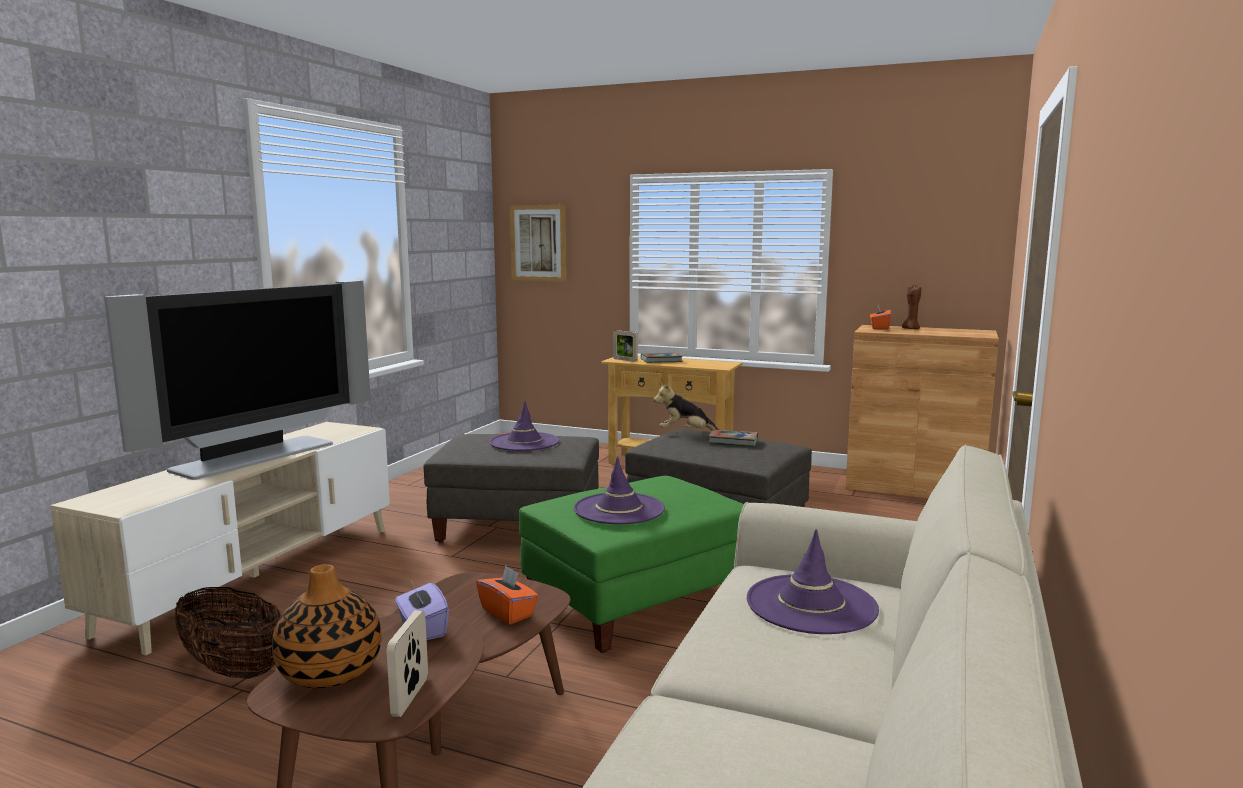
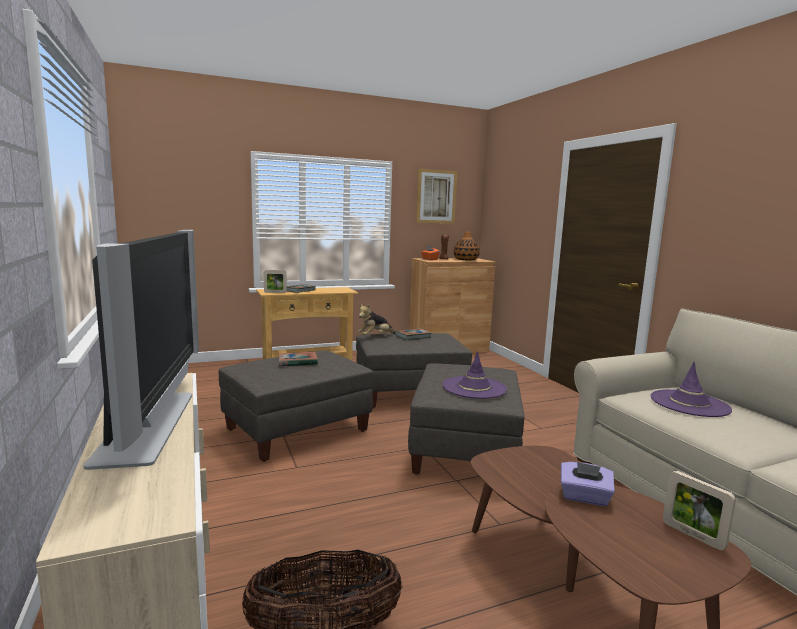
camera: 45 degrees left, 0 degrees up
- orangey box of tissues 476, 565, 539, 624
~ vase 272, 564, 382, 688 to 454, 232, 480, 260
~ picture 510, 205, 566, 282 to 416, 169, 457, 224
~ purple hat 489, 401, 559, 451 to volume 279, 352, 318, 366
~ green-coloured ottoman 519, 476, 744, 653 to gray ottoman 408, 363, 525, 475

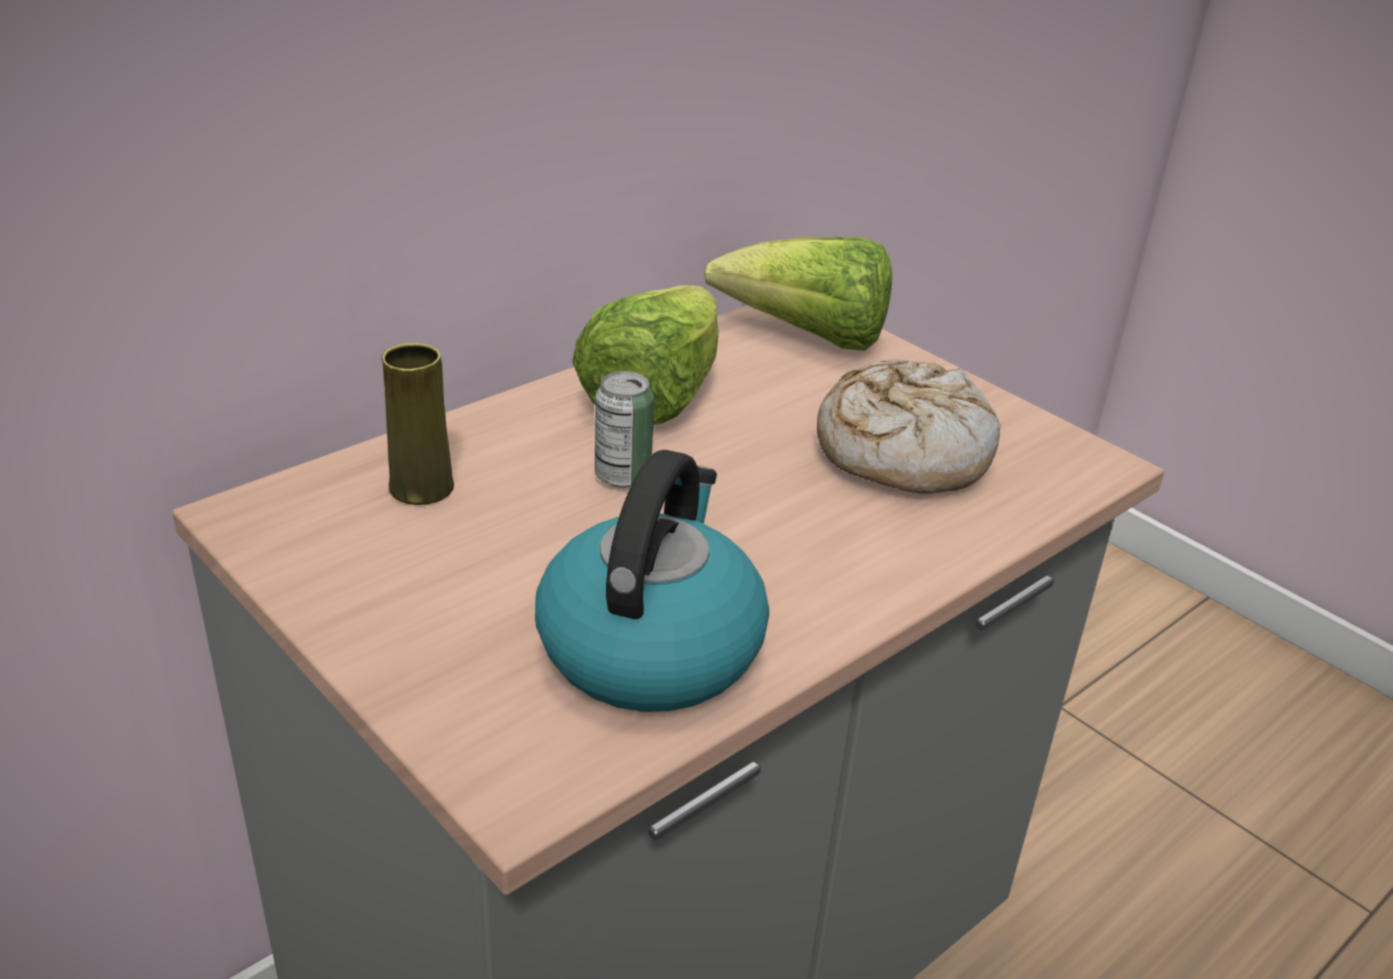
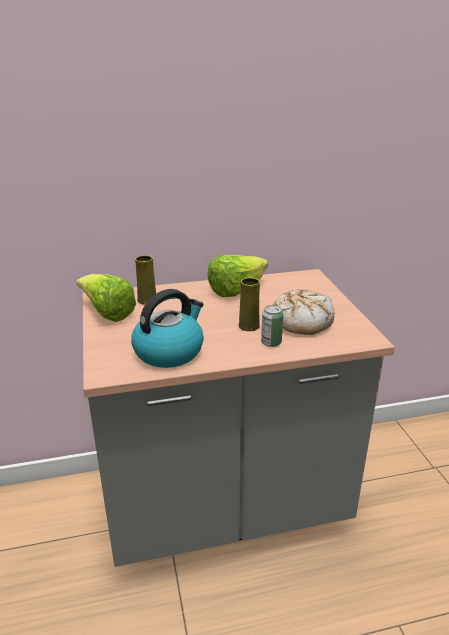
camera: 30 degrees right, 5 degrees down
+ yellow vase 238, 277, 260, 331
~ metal can 595, 371, 654, 488 to 261, 305, 283, 347
~ lettuce head 704, 237, 892, 351 to 76, 274, 136, 322

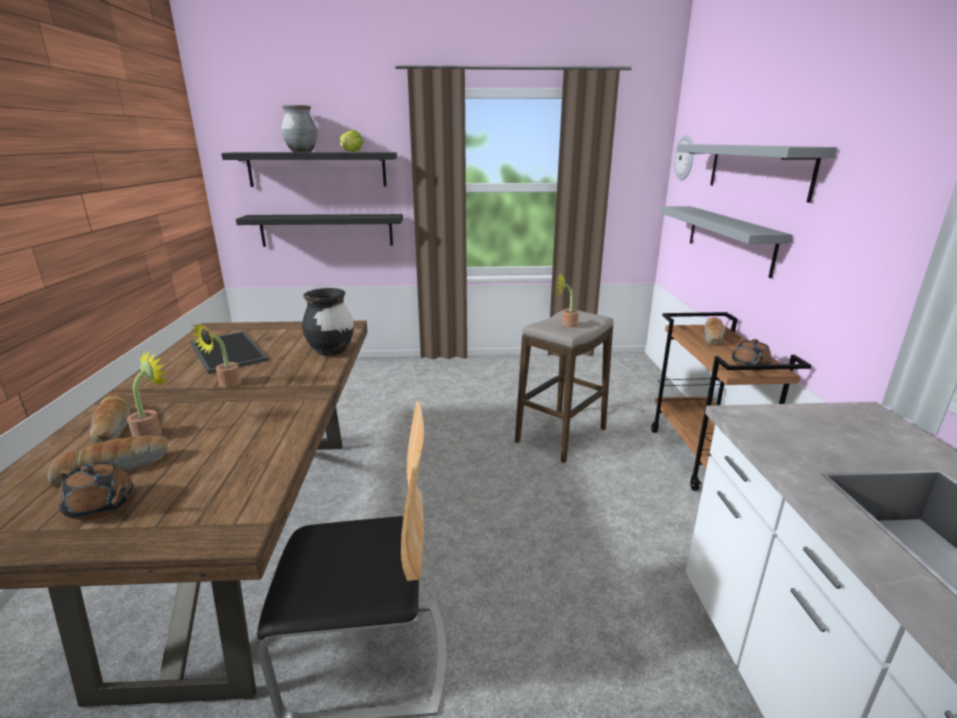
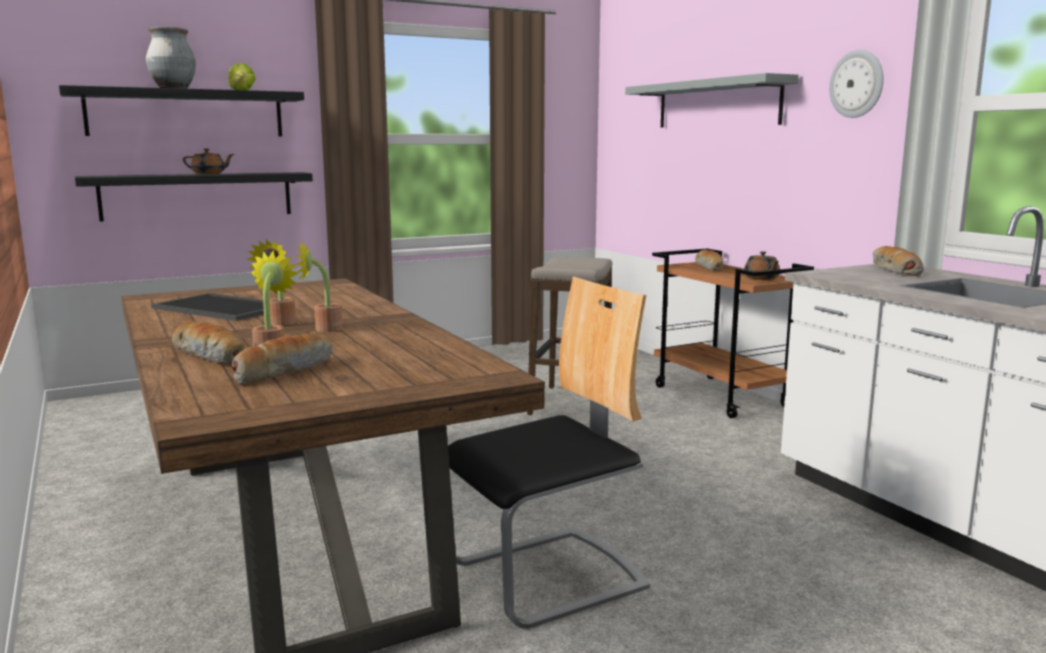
camera: 25 degrees left, 10 degrees down
- blackish vase 302, 288, 354, 356
- gray shelf 660, 206, 793, 278
+ bread 873, 246, 924, 276
~ brown-coloured pot for tea 58, 462, 134, 520 to 183, 149, 234, 174
~ potted plant 555, 273, 579, 328 to 296, 242, 343, 332
~ hanging clock 674, 135, 693, 180 to 829, 50, 884, 118

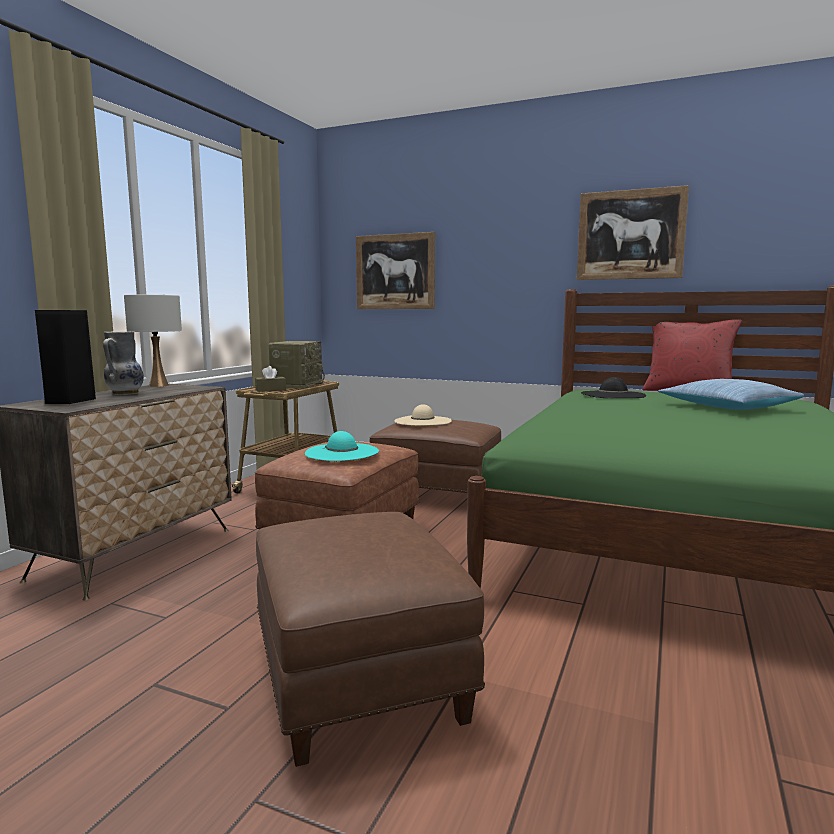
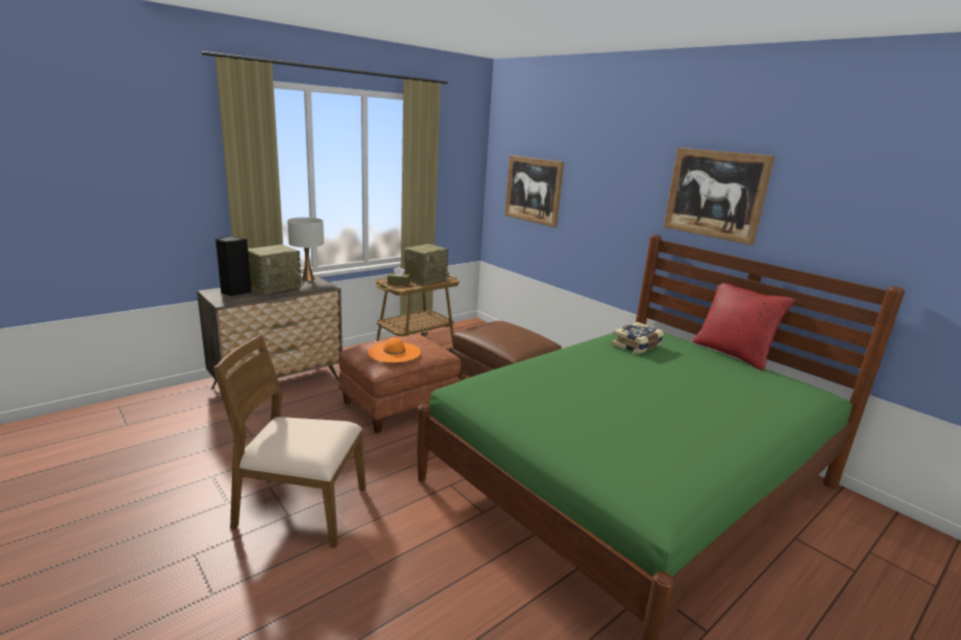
camera: 25 degrees right, 10 degrees up
- beige-coloured hat 394, 404, 452, 426
- pillow 658, 379, 804, 410
~ vase 103, 331, 144, 395 to radio 248, 244, 304, 295
~ brown-coloured ottoman 256, 512, 485, 767 to brown-coloured plain chair 213, 335, 366, 548
~ blackish hat 581, 377, 646, 398 to volume 612, 322, 664, 354
~ turquoise hat 305, 431, 379, 461 to orangey hat 368, 337, 421, 363

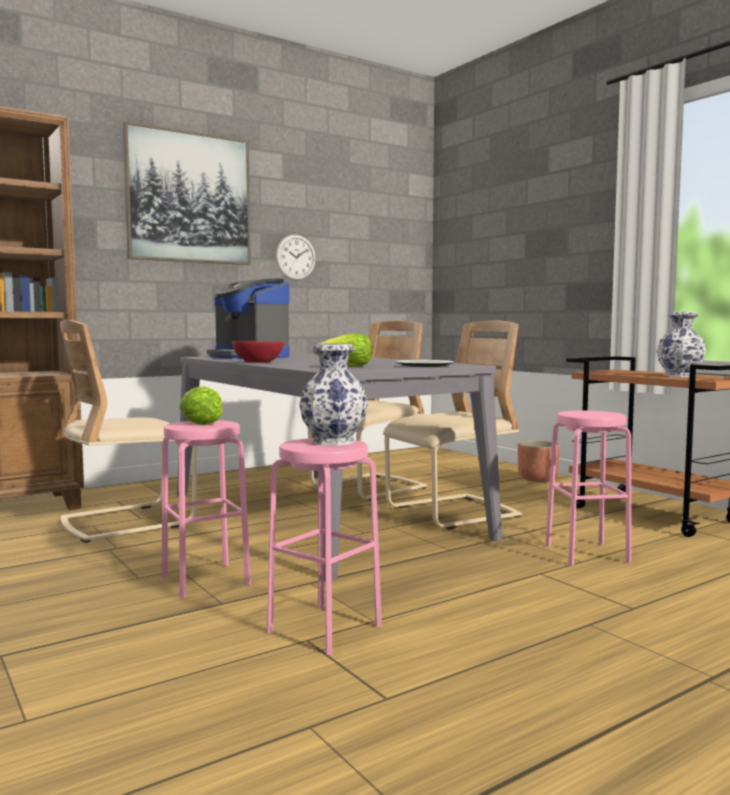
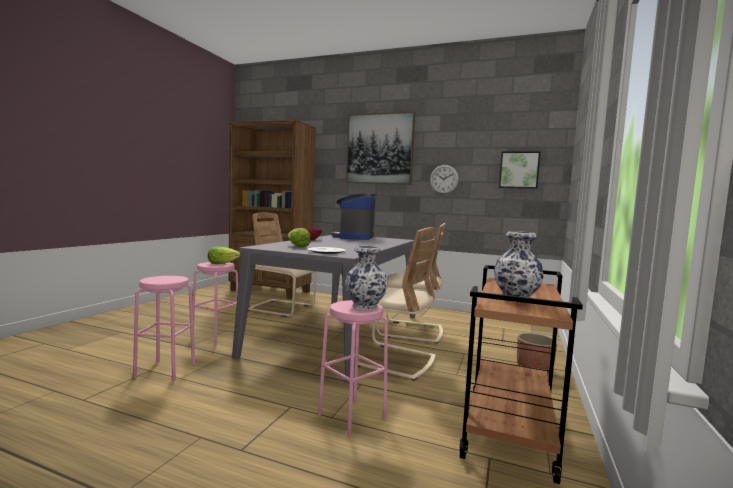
camera: 55 degrees right, 0 degrees up
+ picture 499, 151, 541, 189
~ vase 299, 343, 368, 446 to 345, 246, 388, 311

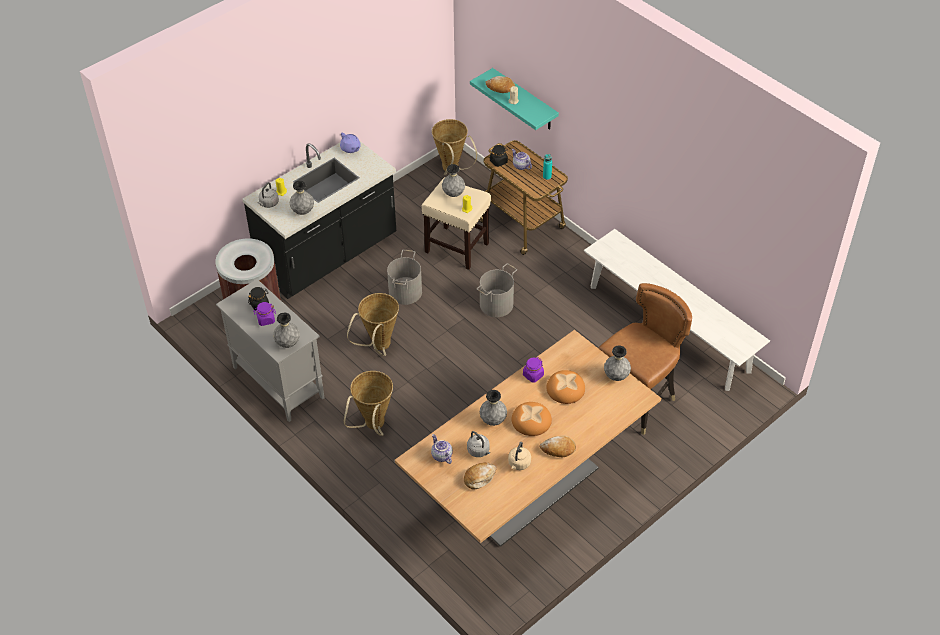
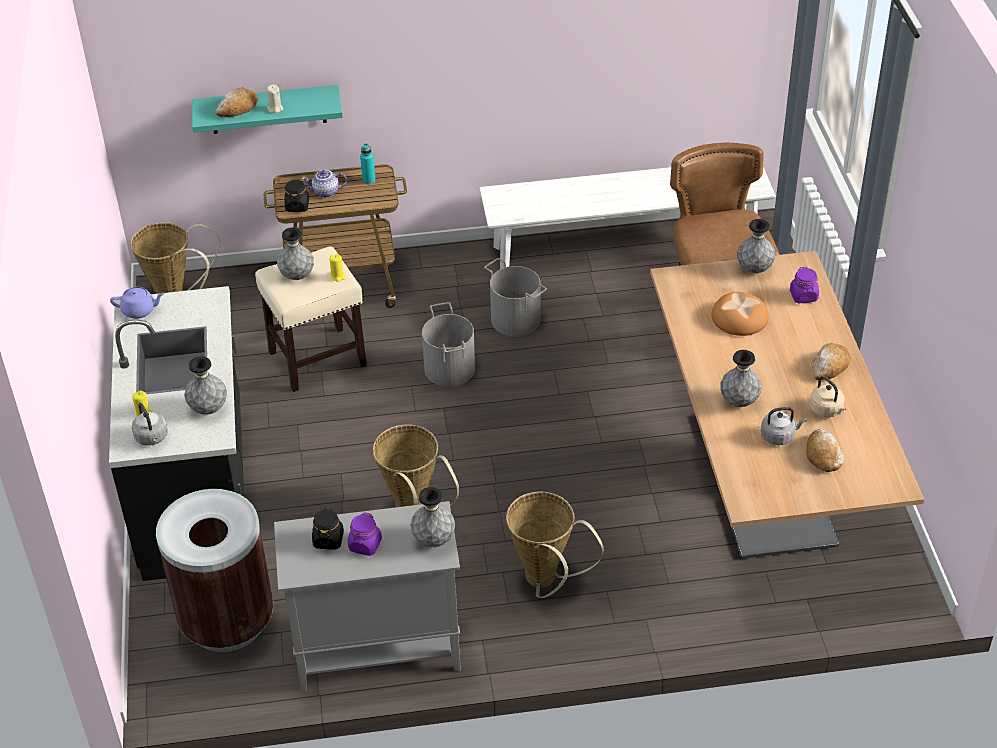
camera: 55 degrees left, 5 degrees down
- pot for tea 431, 434, 453, 464
- bread 512, 402, 552, 436
~ gray water bucket 387, 250, 422, 305 to 484, 258, 547, 337
~ purple jar 523, 357, 544, 383 to 790, 267, 819, 303

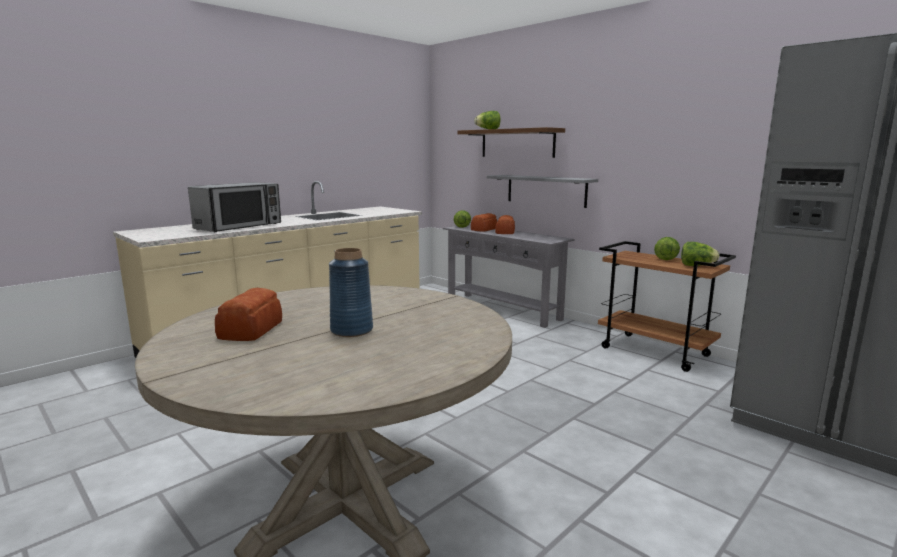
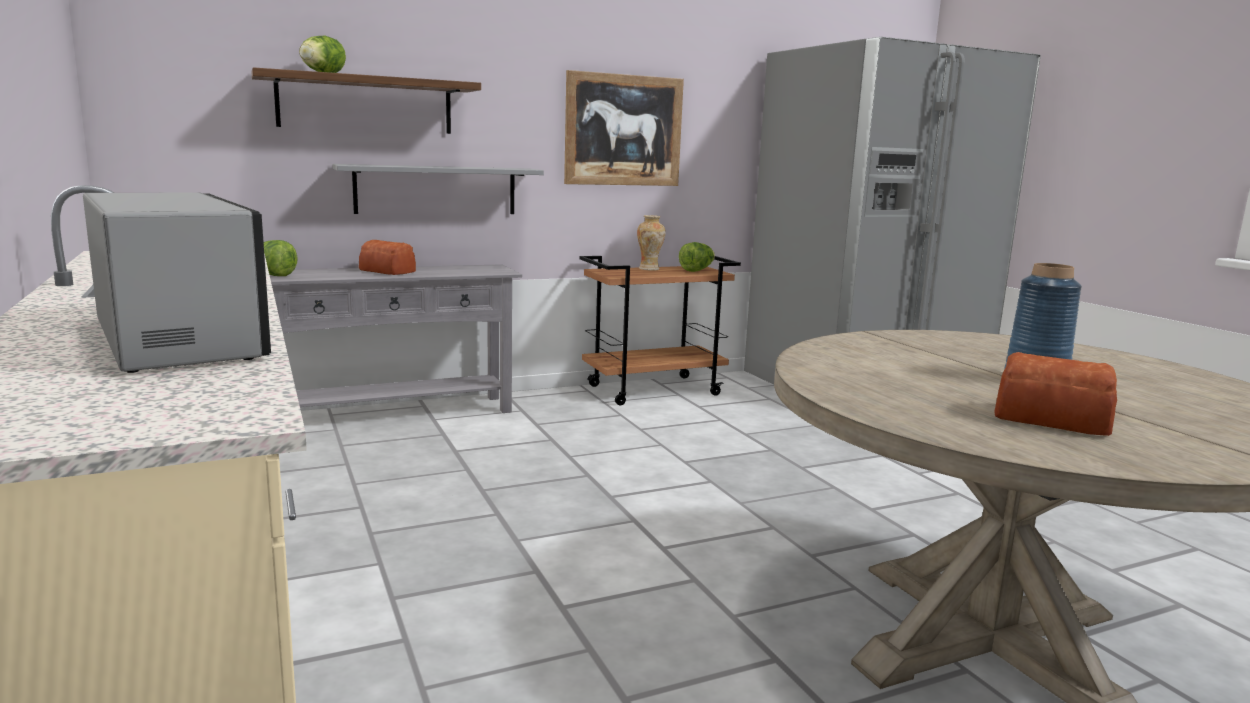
camera: 70 degrees left, 0 degrees up
- bread 471, 213, 497, 232
+ picture 564, 70, 684, 186
~ lettuce head 654, 237, 680, 260 to vase 637, 215, 666, 271

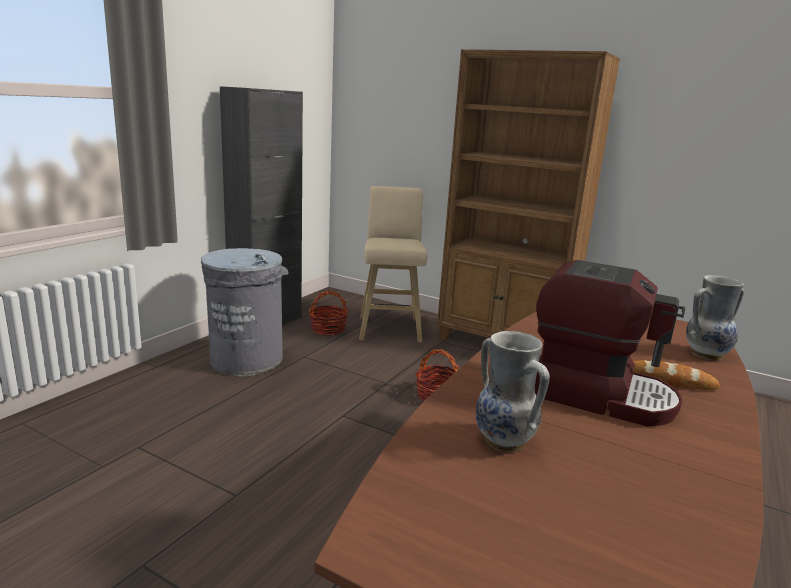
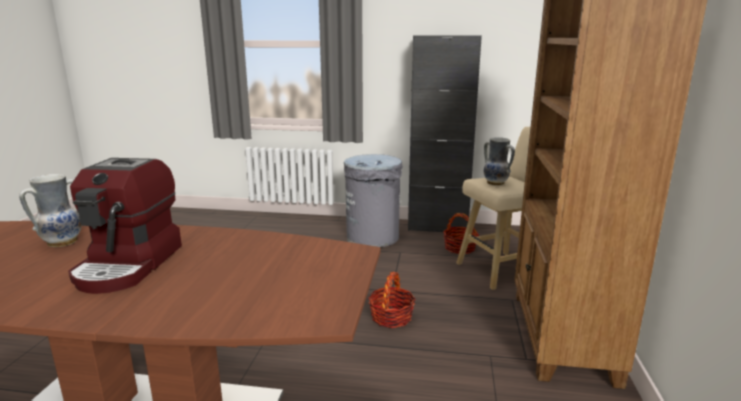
camera: 70 degrees right, 0 degrees up
- bread 633, 360, 720, 390
~ vase 686, 275, 744, 360 to 484, 137, 515, 186

